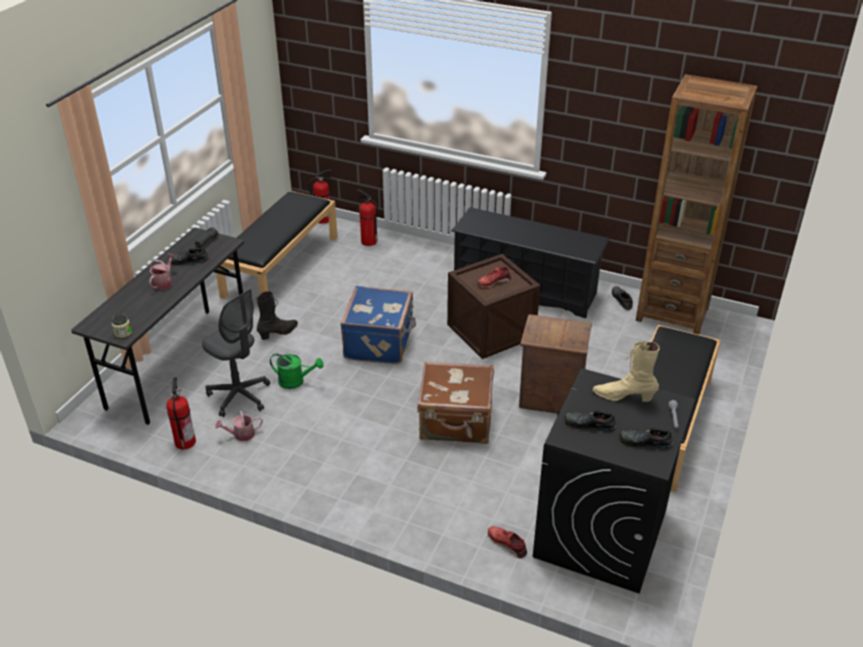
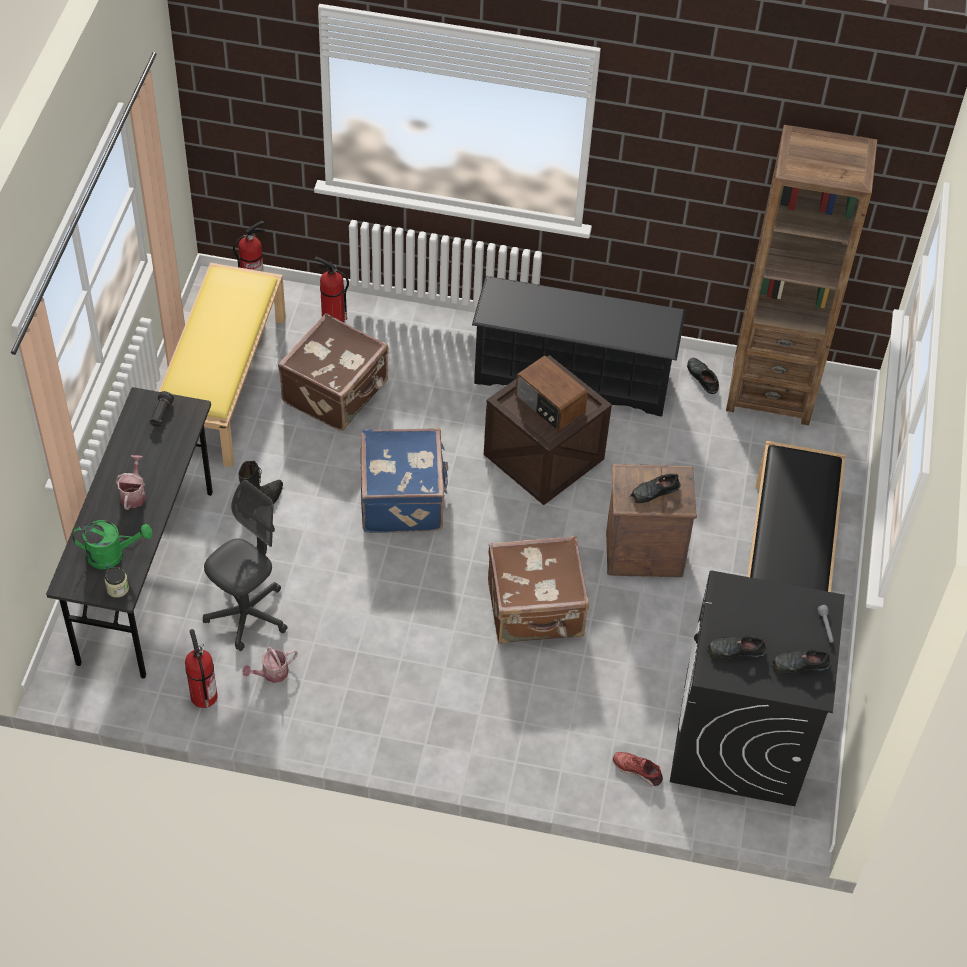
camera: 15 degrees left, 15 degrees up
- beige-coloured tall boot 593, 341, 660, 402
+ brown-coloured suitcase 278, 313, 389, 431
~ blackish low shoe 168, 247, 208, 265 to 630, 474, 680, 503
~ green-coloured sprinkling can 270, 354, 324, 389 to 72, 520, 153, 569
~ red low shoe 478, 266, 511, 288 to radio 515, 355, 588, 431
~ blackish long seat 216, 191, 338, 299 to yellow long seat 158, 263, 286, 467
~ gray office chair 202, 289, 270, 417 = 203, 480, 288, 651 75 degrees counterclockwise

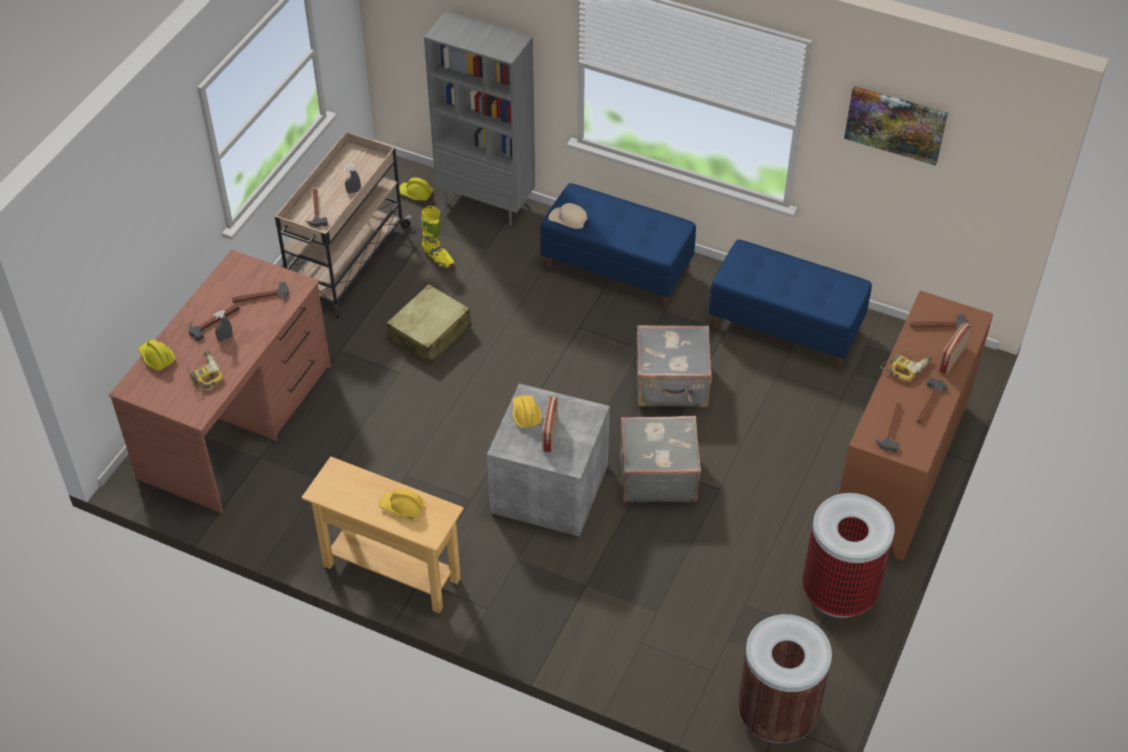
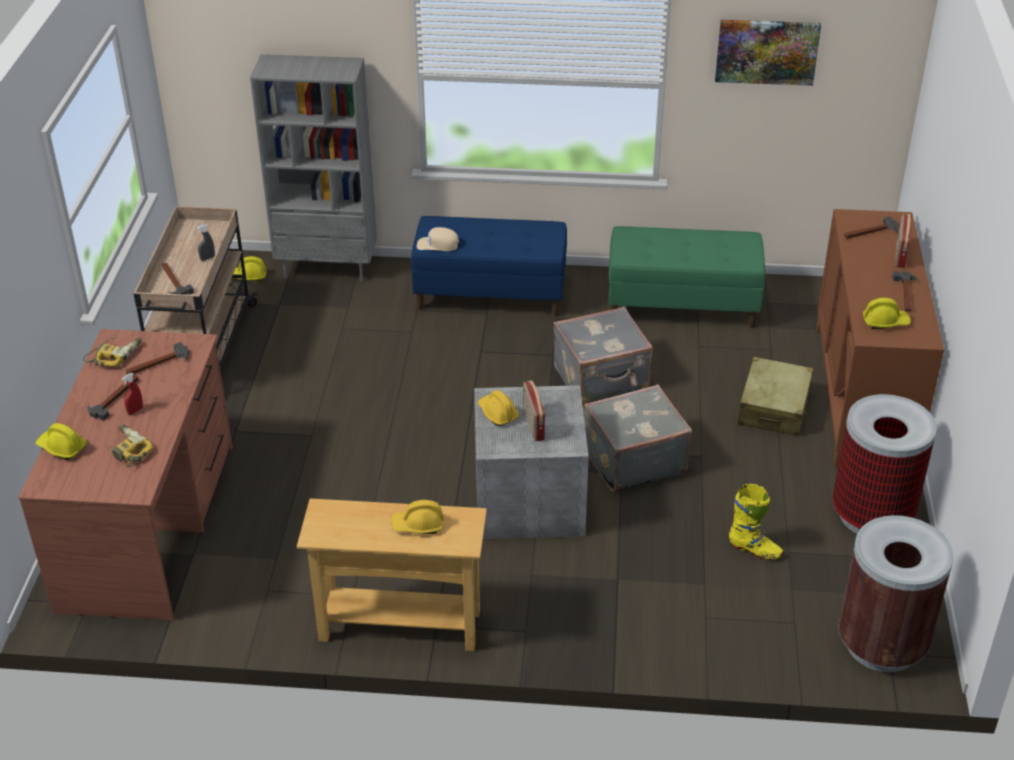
camera: 20 degrees left, 10 degrees down
~ beige-coloured suitcase 387, 284, 471, 364 to 737, 357, 814, 436
~ yellow tall boot 420, 206, 454, 268 to 729, 484, 784, 560
~ power drill 880, 349, 932, 381 to 83, 337, 142, 367
~ hand hammer 875, 403, 902, 453 to yellow safety helmet 863, 298, 911, 329
~ gray sprayer 213, 310, 233, 342 to red sprayer 122, 373, 143, 415
~ blue long seat 708, 239, 872, 369 to green-coloured long seat 608, 226, 765, 328

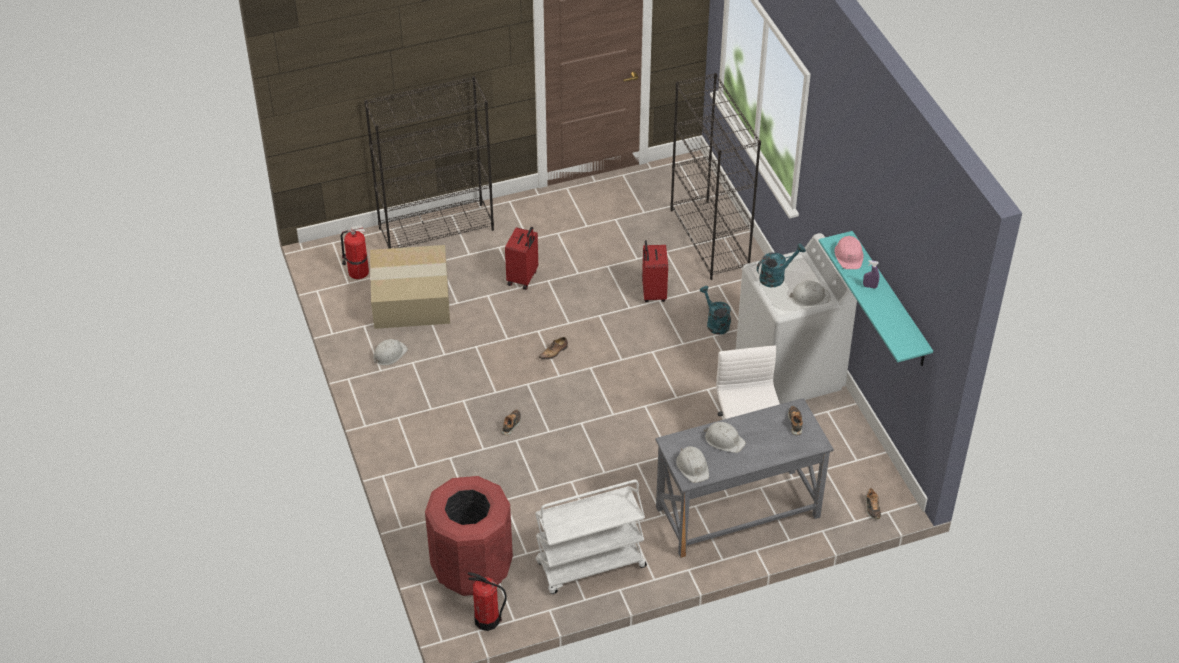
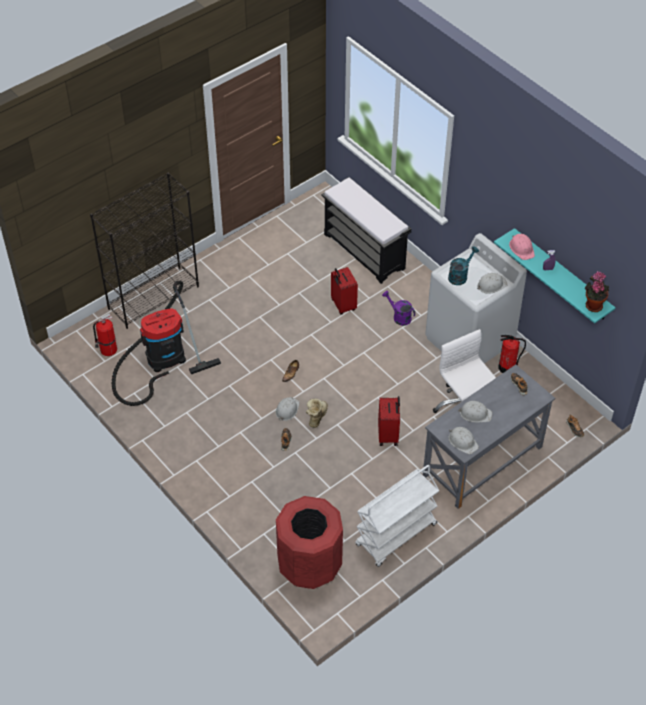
camera: 20 degrees left, 5 degrees up
+ tall boot 306, 399, 328, 428
+ potted plant 585, 271, 609, 312
~ whitish safety helmet 373, 339, 408, 365 to 275, 397, 299, 421
~ fire-fighting cylinder 467, 572, 507, 631 to 498, 335, 526, 373
~ red suitcase 505, 227, 538, 290 to 378, 396, 400, 446
~ packing box 370, 245, 450, 329 to vacuum 111, 281, 221, 406
~ blackish bookshelf 670, 73, 761, 280 to blackish long seat 322, 177, 412, 284
~ turquoise sprinkling can 700, 286, 731, 335 to purple sprinkling can 382, 291, 415, 326

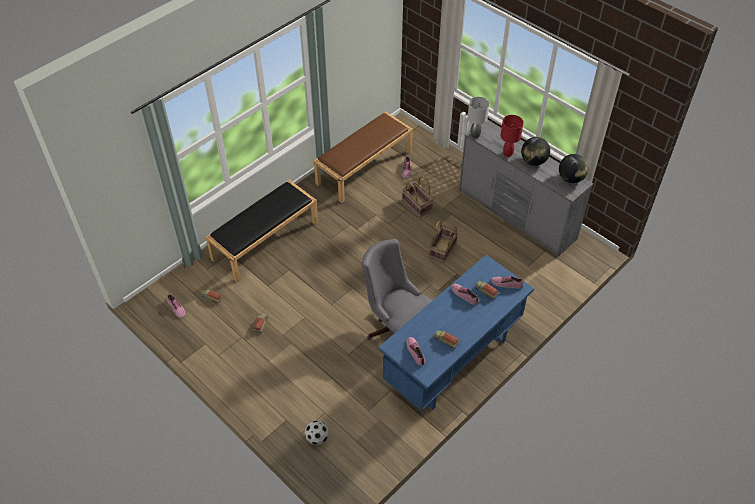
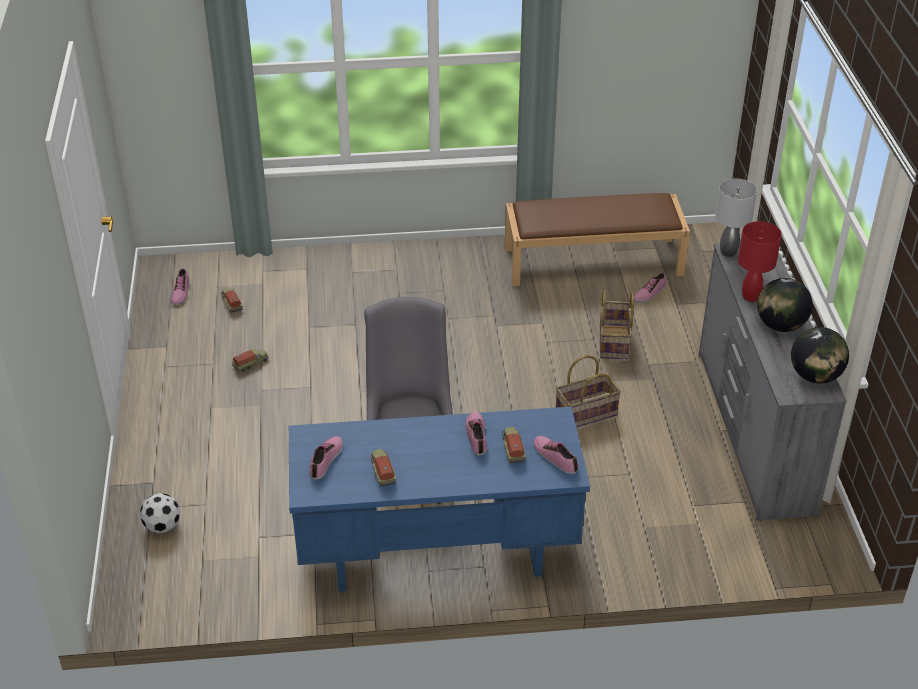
camera: 40 degrees right, 10 degrees down
- blackish long seat 206, 180, 318, 282

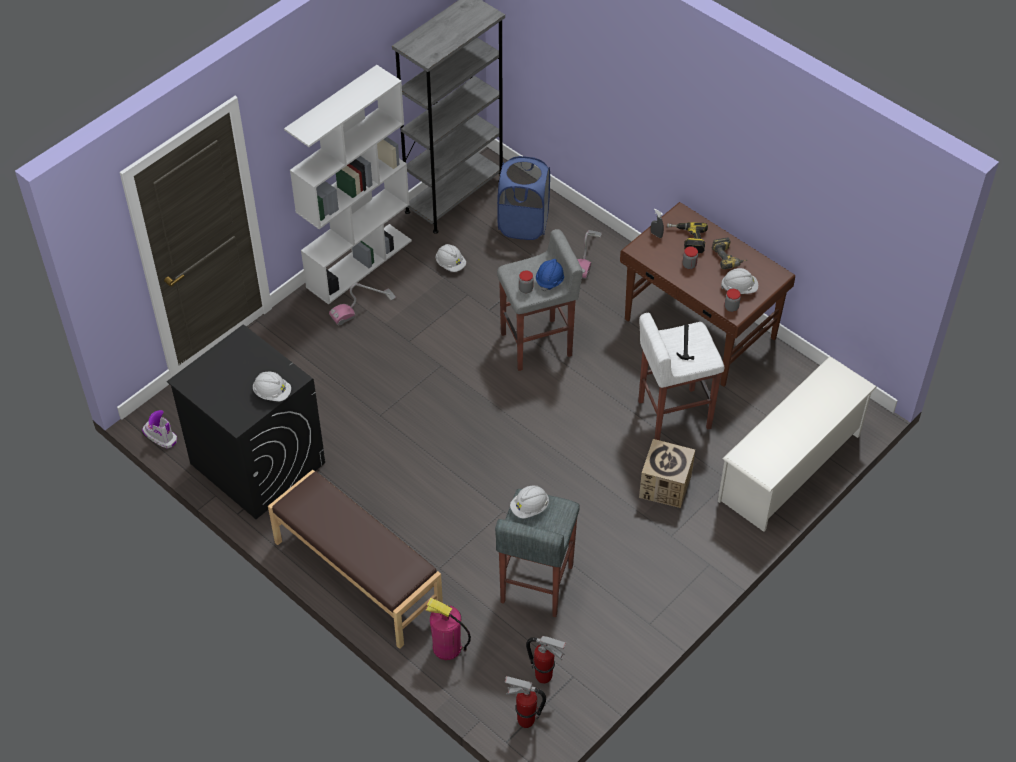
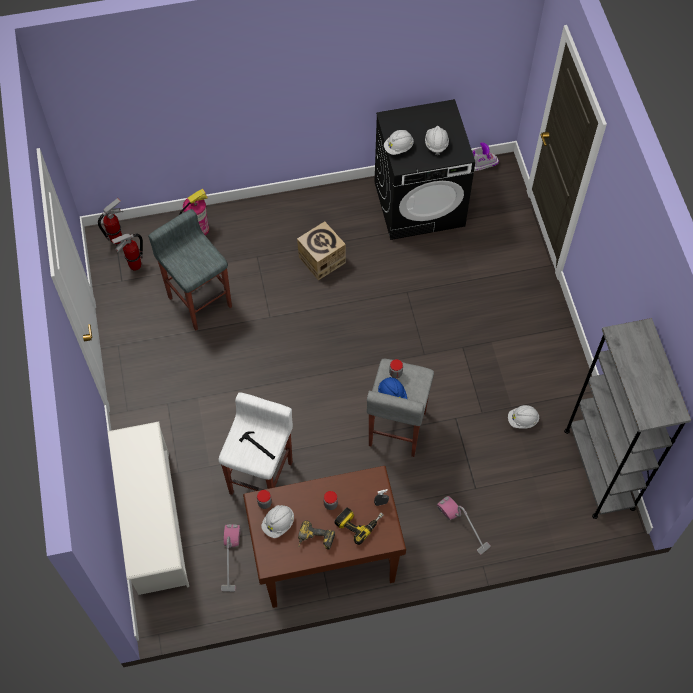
camera: 125 degrees right, 10 degrees up
- brown-coloured long seat 268, 470, 443, 649
- whitish bookshelf 284, 65, 412, 305
- blue laundry basket 497, 156, 550, 240
~ vacuum 329, 283, 396, 325 to 221, 524, 241, 592
~ whitish safety helmet 510, 486, 549, 519 to 425, 126, 449, 155
~ packing box 639, 439, 695, 508 to 297, 221, 346, 281

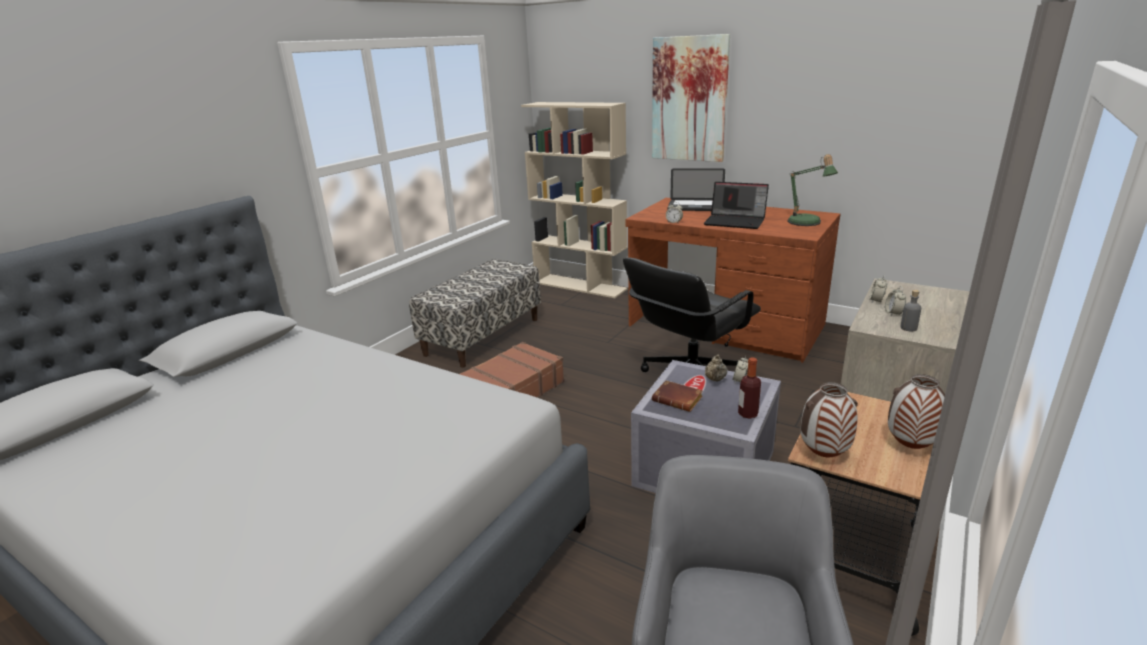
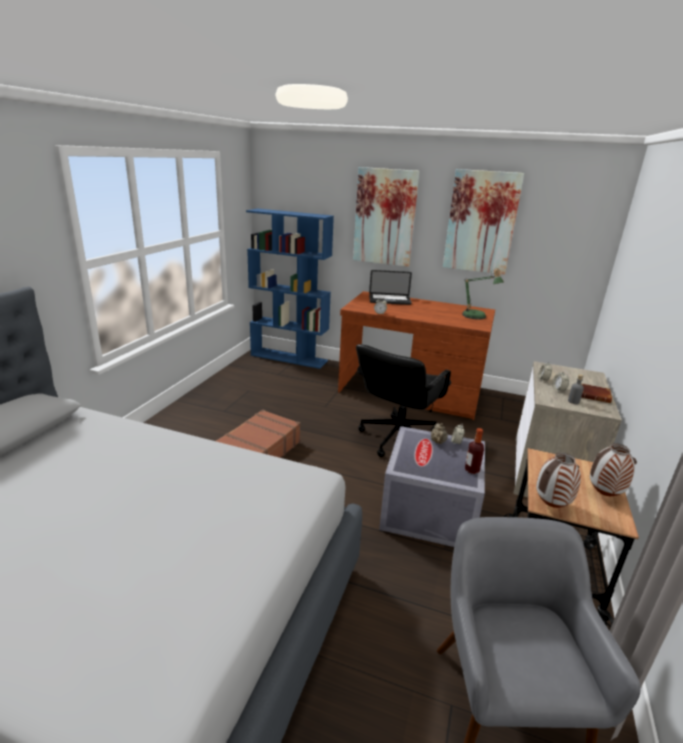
camera: 15 degrees left, 0 degrees up
- long seat 409, 259, 541, 368
- laptop 703, 182, 769, 229
+ picture 443, 169, 524, 275
~ brown-coloured volume 652, 380, 703, 412 to 581, 383, 612, 403
~ beige-coloured bookshelf 521, 102, 628, 298 to blue bookshelf 246, 208, 334, 369

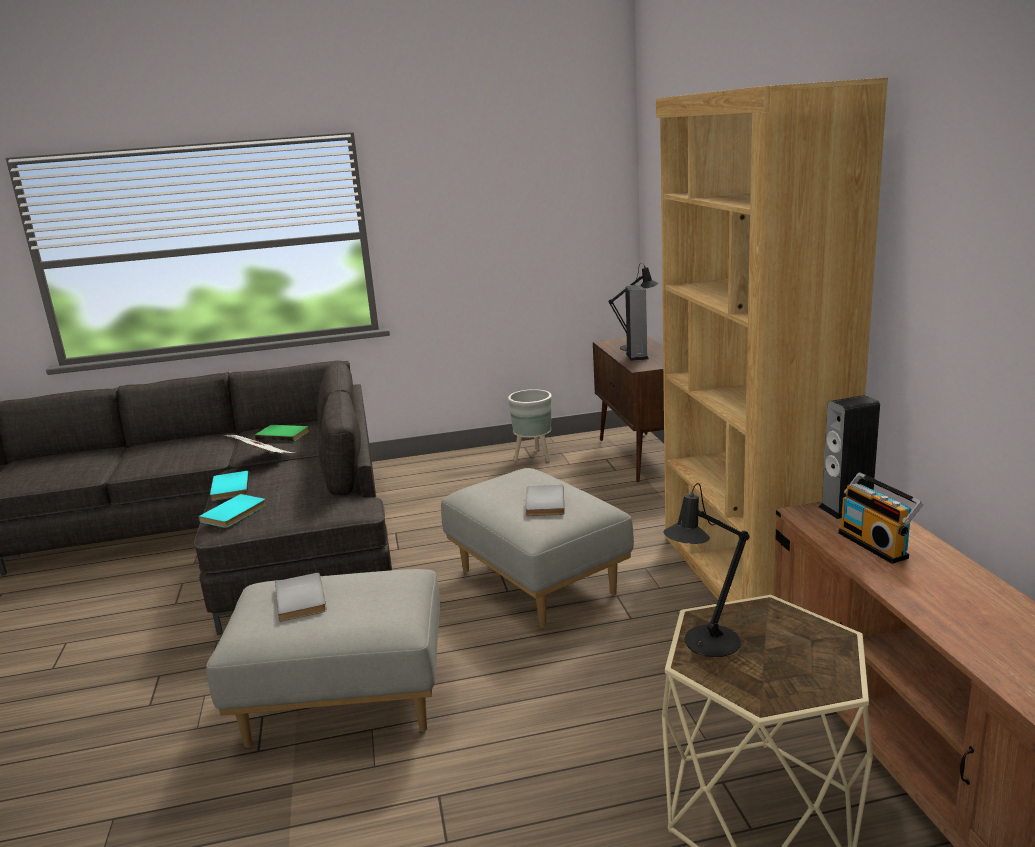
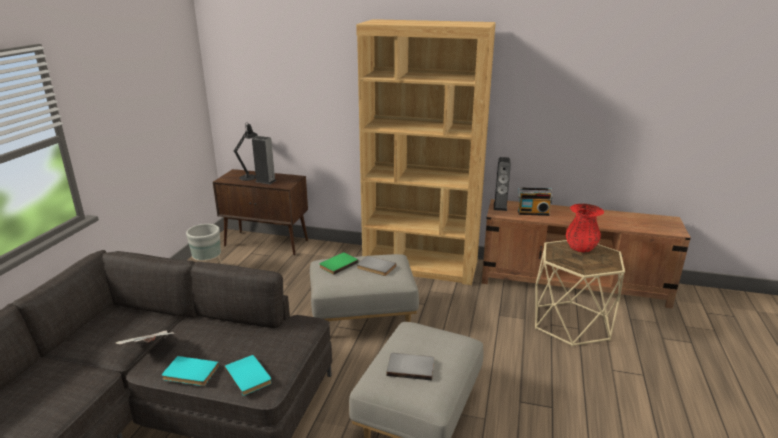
camera: 65 degrees left, 5 degrees up
- blackish tabletop lamp 664, 483, 750, 657
+ red vase 566, 204, 604, 253
~ green-coloured volume 255, 425, 309, 442 to 319, 253, 359, 275

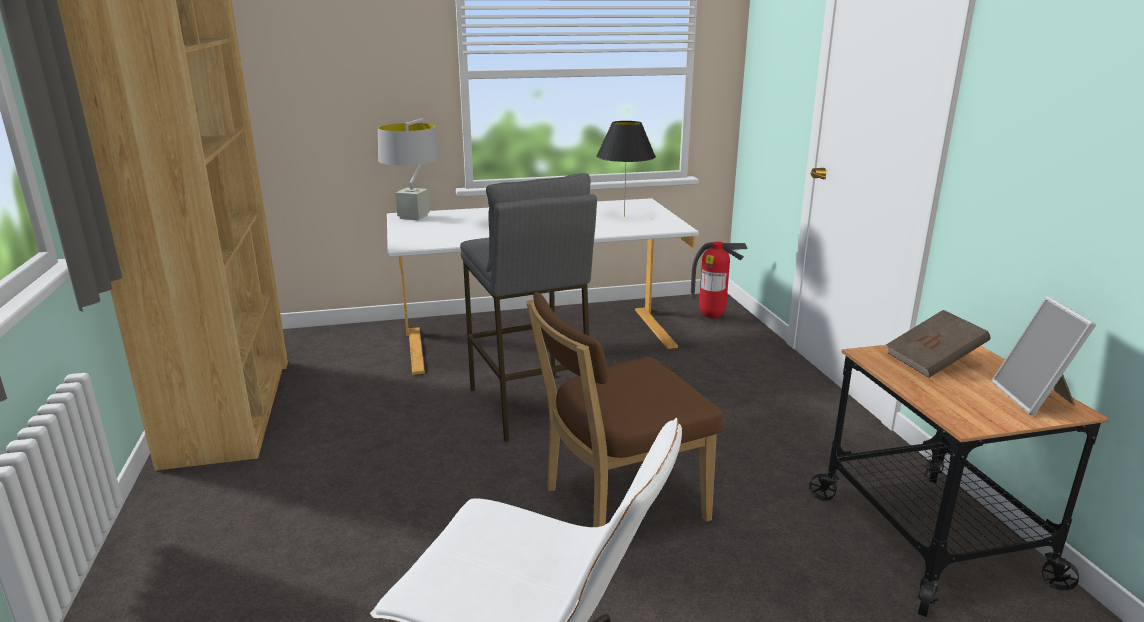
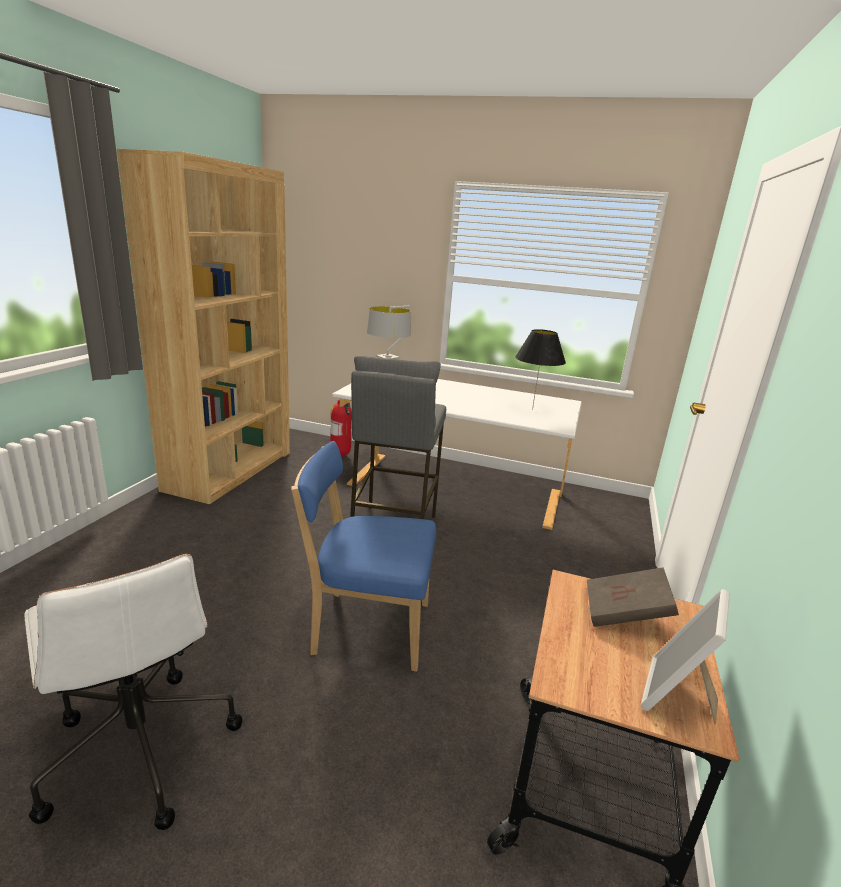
camera: 30 degrees right, 0 degrees up
~ fire-fighting cylinder 689, 242, 748, 319 to 331, 399, 352, 457
~ brown-coloured plain chair 527, 292, 723, 527 to blue plain chair 291, 441, 436, 671

